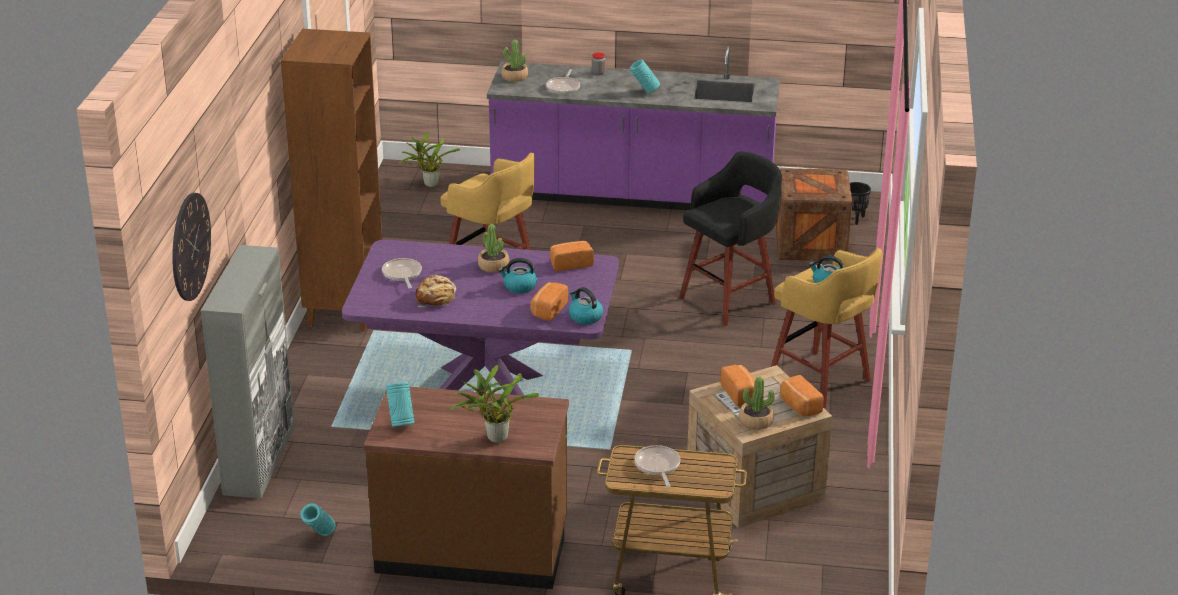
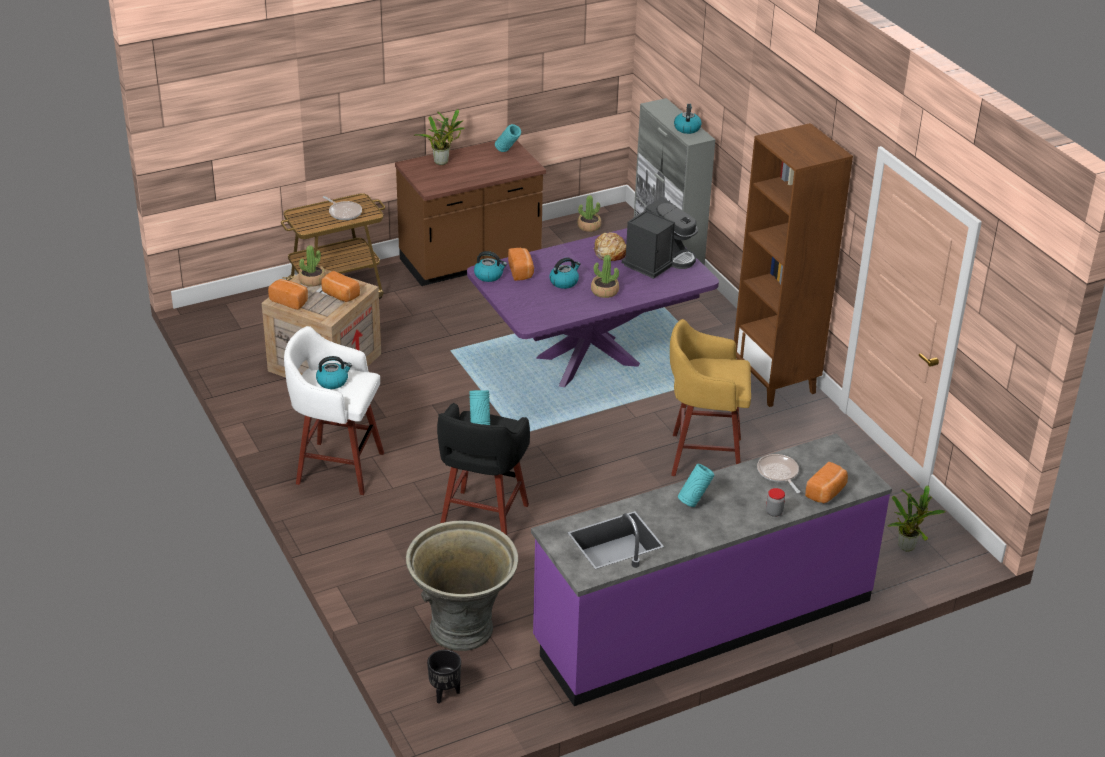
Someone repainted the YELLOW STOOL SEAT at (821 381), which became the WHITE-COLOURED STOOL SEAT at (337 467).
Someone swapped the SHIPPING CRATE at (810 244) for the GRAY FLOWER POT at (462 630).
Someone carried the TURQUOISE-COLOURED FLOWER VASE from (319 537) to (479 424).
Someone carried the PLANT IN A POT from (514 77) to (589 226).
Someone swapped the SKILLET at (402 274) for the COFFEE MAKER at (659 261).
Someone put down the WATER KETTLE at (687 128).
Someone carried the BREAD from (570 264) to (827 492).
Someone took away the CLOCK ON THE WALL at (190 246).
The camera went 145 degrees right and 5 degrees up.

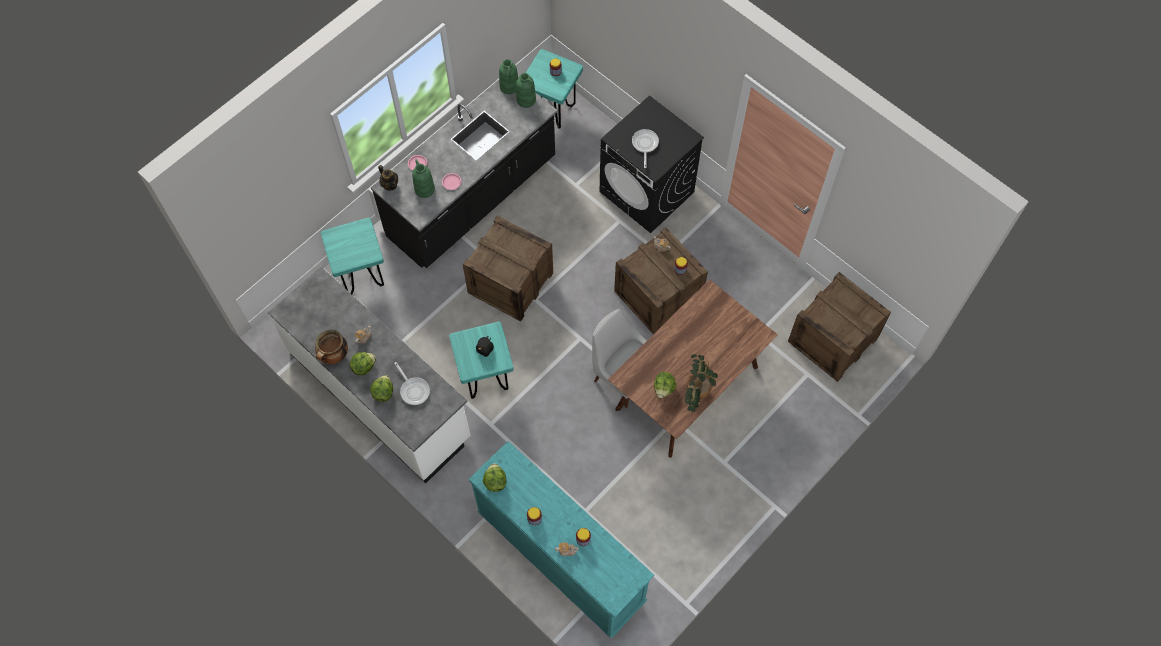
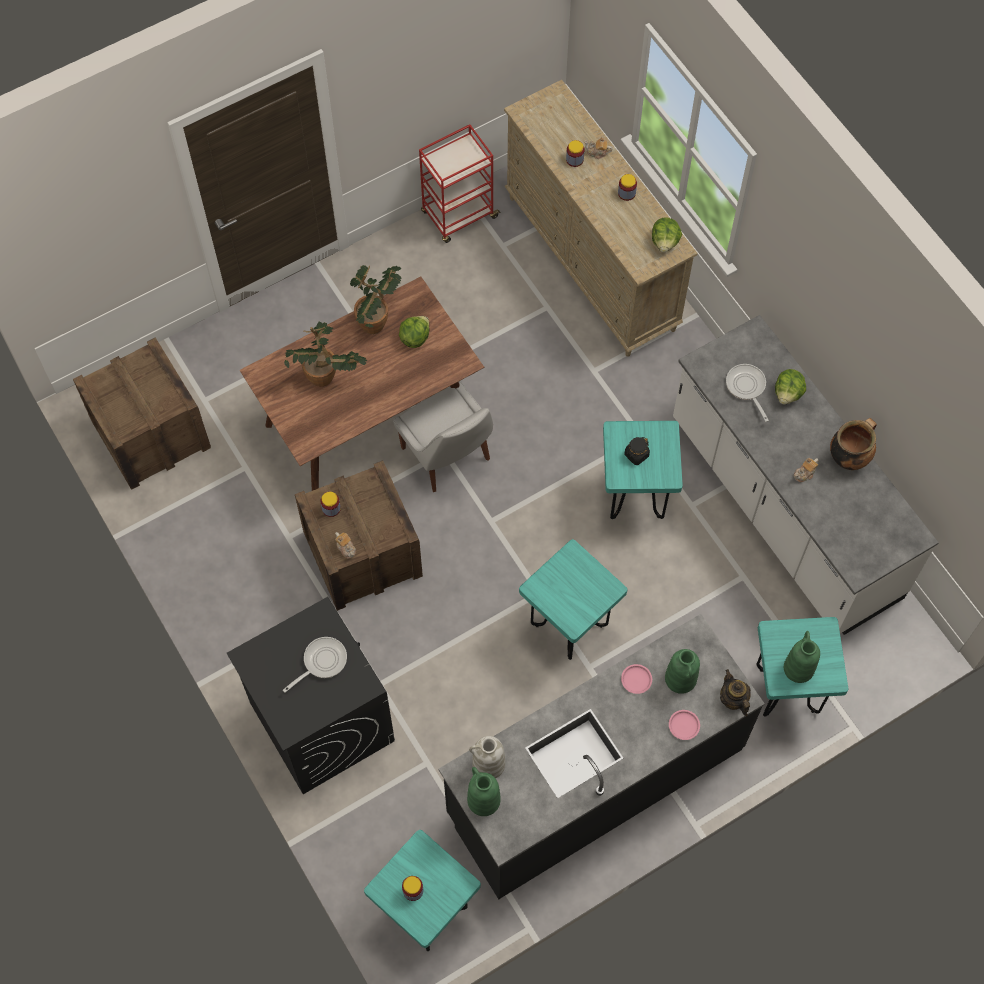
Someone rotated the SKILLET at (644 145) by 150 degrees counterclockwise.
Someone put down the PLANT IN A POT at (327 379).
Someone put down the RED-COLOURED TROLLEY at (458 215).
Someone put down the WHITE-COLOURED FLOWER VASE at (488 764).
Someone repainted the TURQUOISE-COLOURED DRESSER at (560 558), which became the BEIGE DRESSER at (591 264).
Someone swapped the SHIPPING CRATE at (510 283) for the TURQUOISE-COLOURED STOOL SEAT at (569 626).
Someone carried the GREEN FLOWER VASE from (509 86) to (798 668).
Someone took away the LETTUCE at (363 367).
The camera went 165 degrees left and 0 degrees up.

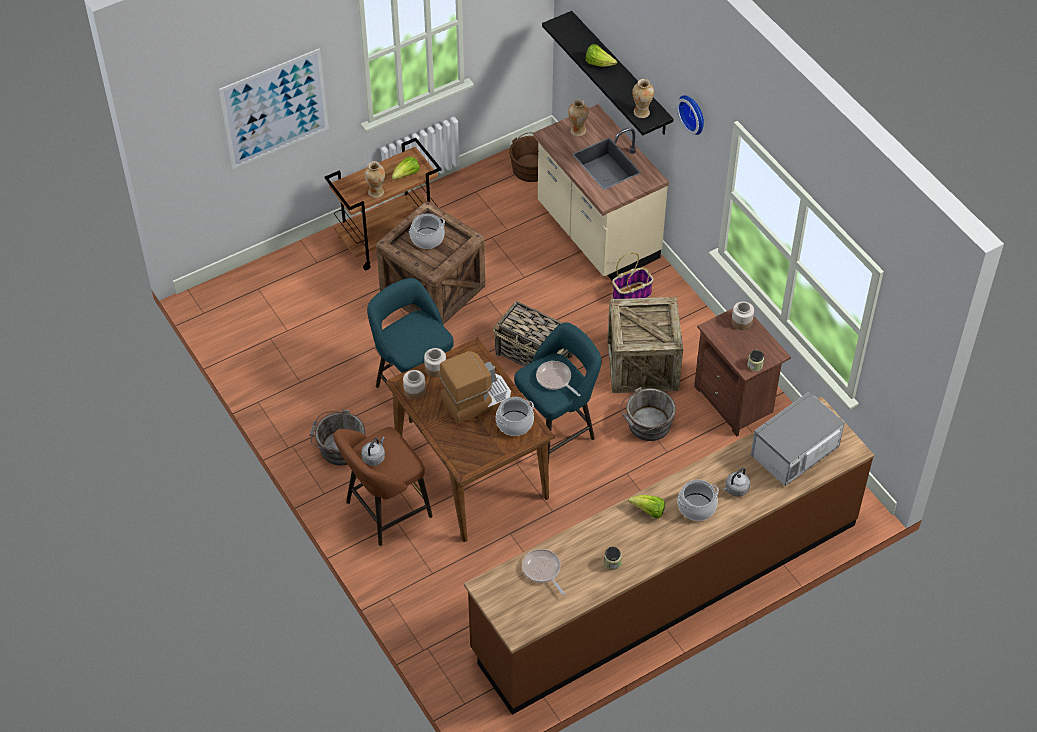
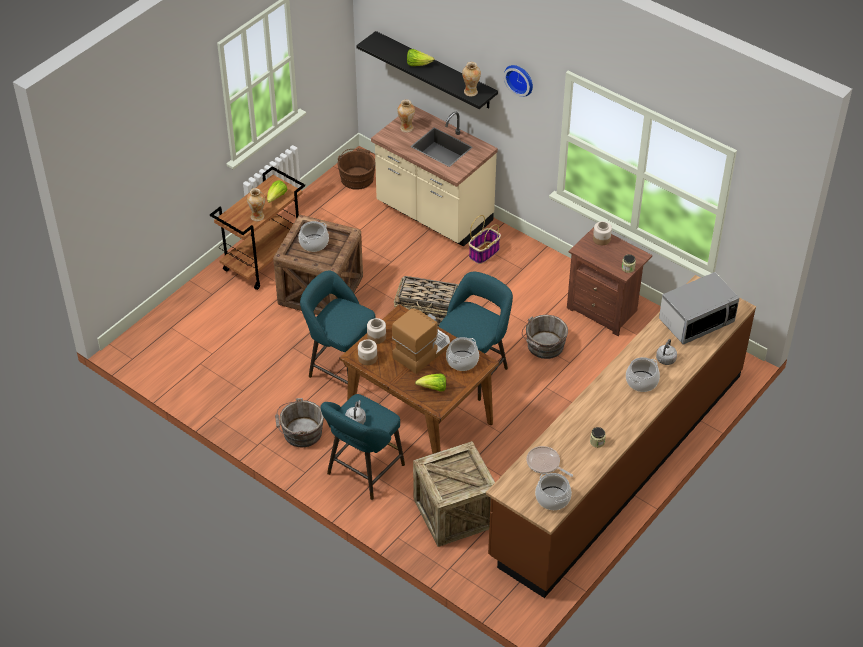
Someone repainted the BROWN STOOL SEAT at (384 512), which became the TURQUOISE-COLOURED STOOL SEAT at (363 472).
Someone carried the SHIPPING CRATE from (642 365) to (454 513).
Someone carried the LETTUCE from (648 511) to (433 388).
Someone put down the SAUCEPOT at (552 498).
Someone rotated the MICROWAVE OVEN at (794 453) by 150 degrees counterclockwise.
Someone took away the PICTURE at (275 109).
Someone took away the SKILLET at (555 379).
The camera went 20 degrees left and 5 degrees down.

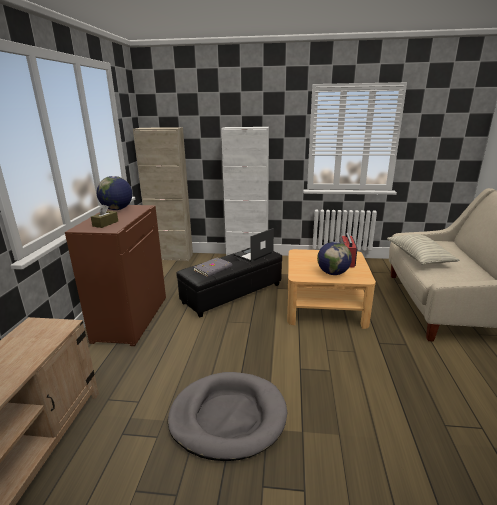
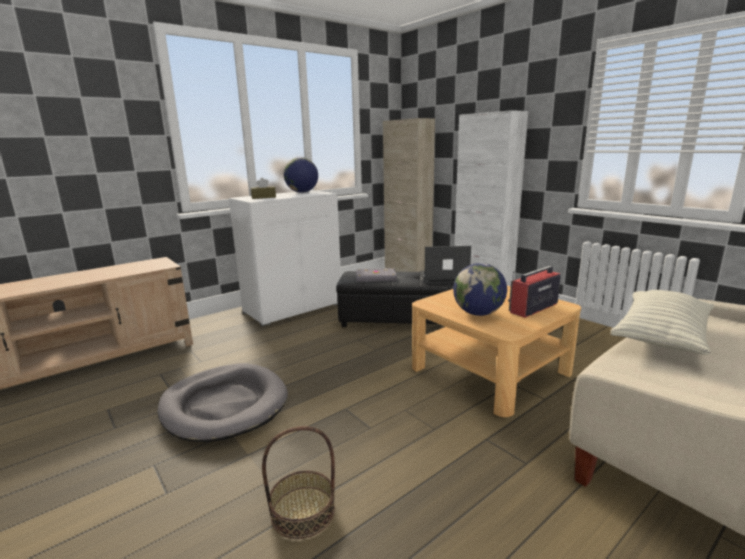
Someone repainted the BROWN CABINET at (130 318), which became the WHITE-COLOURED CABINET at (293 307).
Someone put down the HOUSEHOLD BASKET at (303 511).
The camera went 45 degrees right and 5 degrees down.

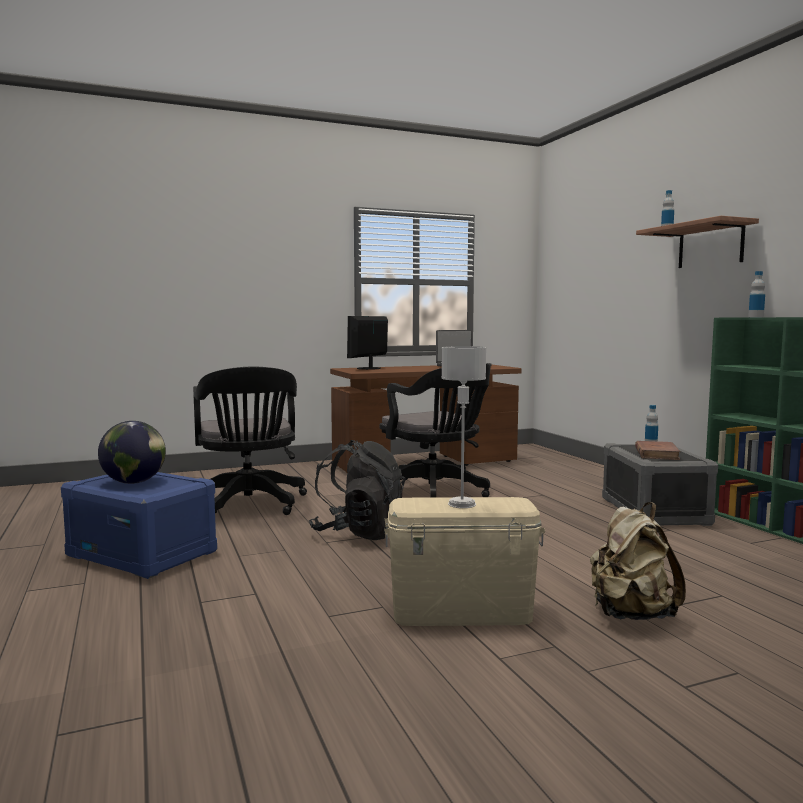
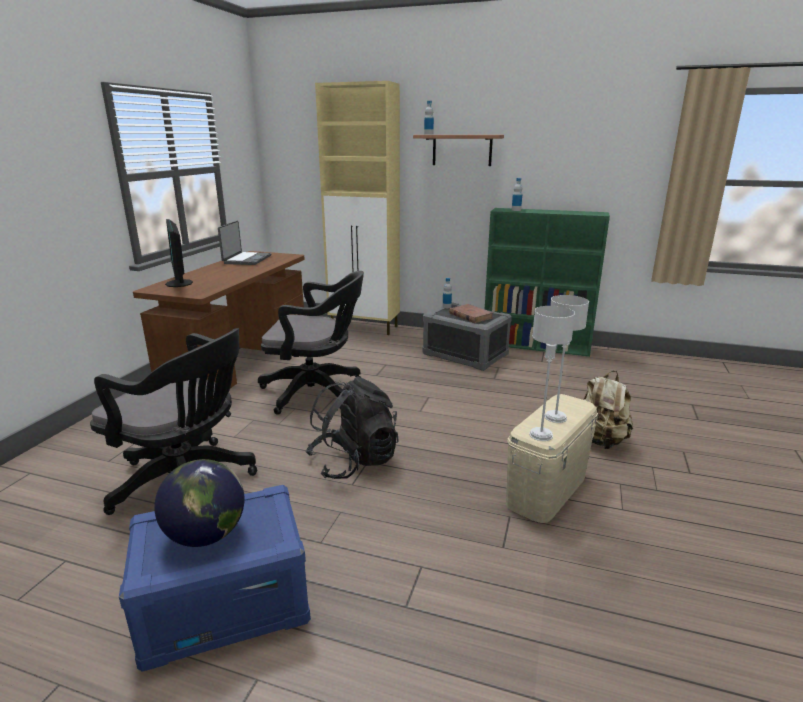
Someone put down the BEIGE CABINET at (365 327).
Someone put down the GRAY TABLETOP LAMP at (541 434).
The camera went 50 degrees left and 15 degrees up.

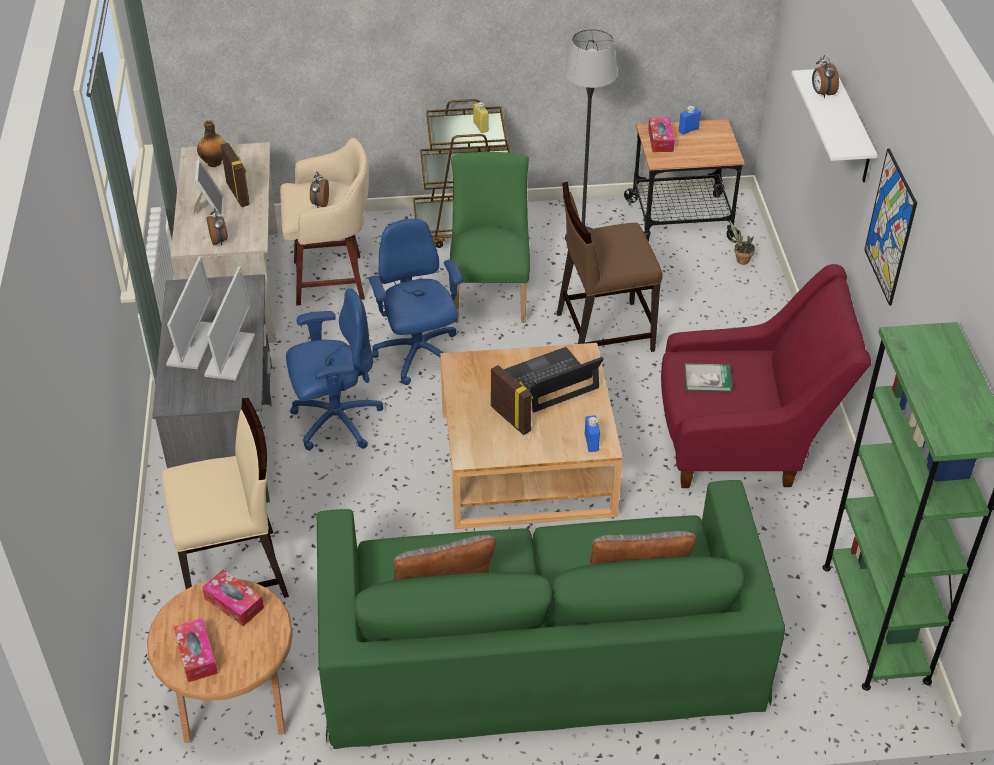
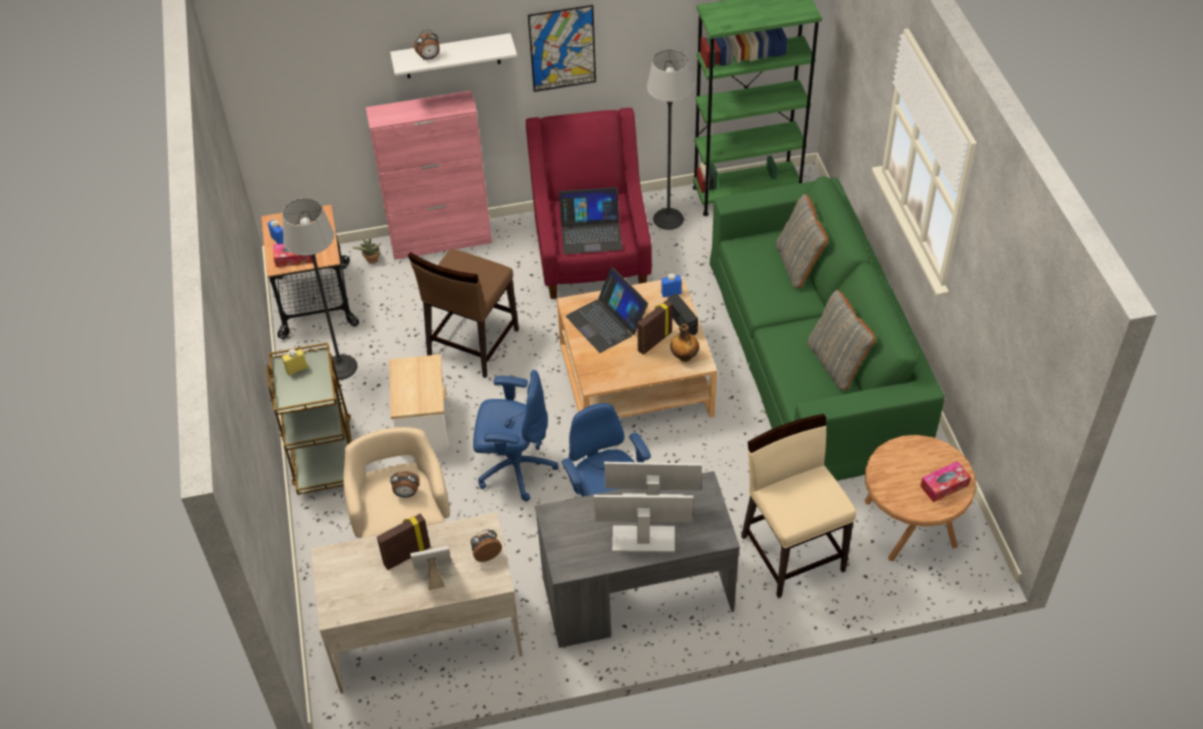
Someone put down the PINK-COLOURED CABINET at (441 240).
Someone swapped the GREEN PLAIN CHAIR at (490 293) for the END TABLE at (424 426).
Someone rotated the BROWN PLAIN CHAIR at (603 331) by 45 degrees clockwise.
Someone rotated the BLUE-COLOURED OFFICE CHAIR at (418 355) by 150 degrees counterclockwise.
Someone swapped the VOLUME at (707 379) for the NOTEBOOK COMPUTER at (591 233).
Someone put down the STANDARD LAMP at (668 219).
Someone put down the RADIO at (682 322).
Someone carried the DRINK BOTTLE from (215 163) to (684 356).
Someone took away the BOX OF TISSUES at (234 603).
The camera went 95 degrees left and 5 degrees up.

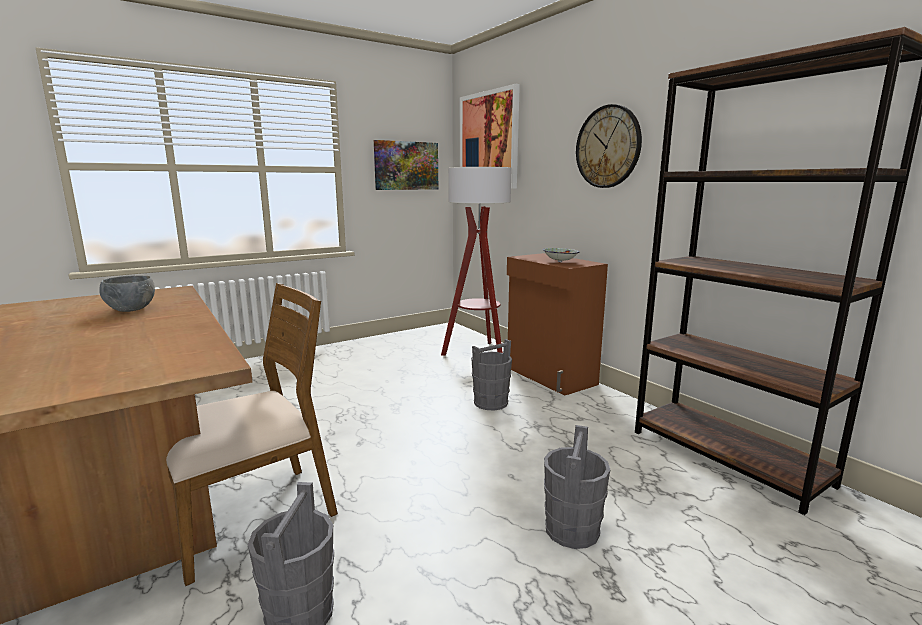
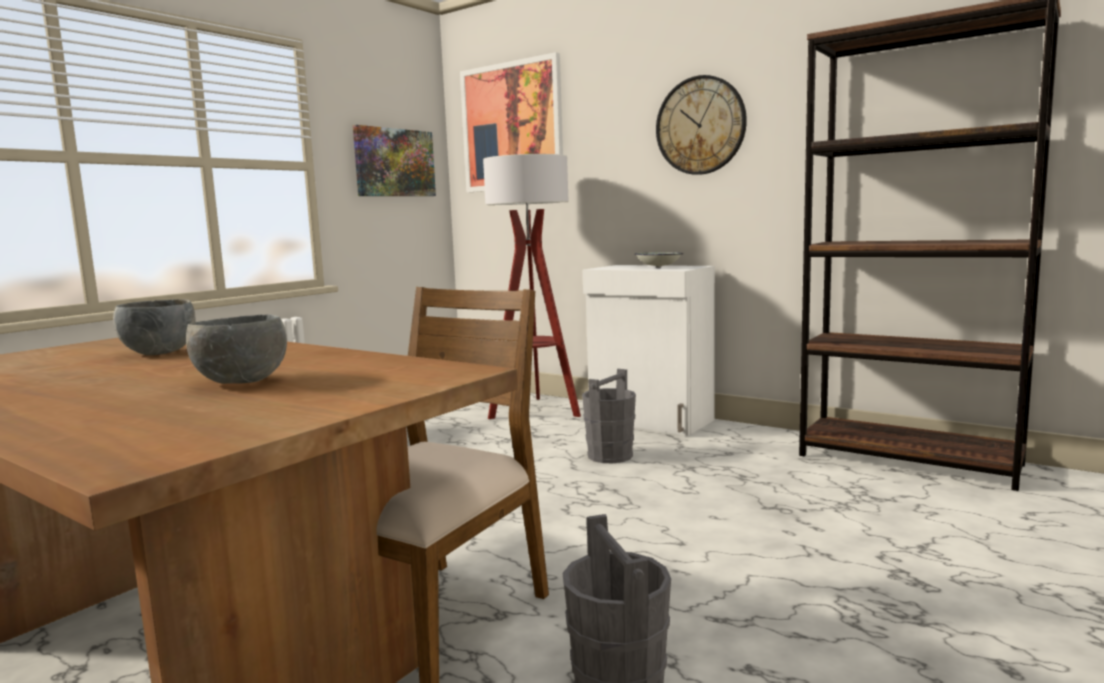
Someone put down the GRAY DEEP DISH at (243 382).
Someone repainted the BROWN CABINET at (550 376), which became the WHITE-COLOURED CABINET at (650 420).
Someone took away the GRAY PAIL at (571 530).
The camera went 20 degrees left and 5 degrees down.

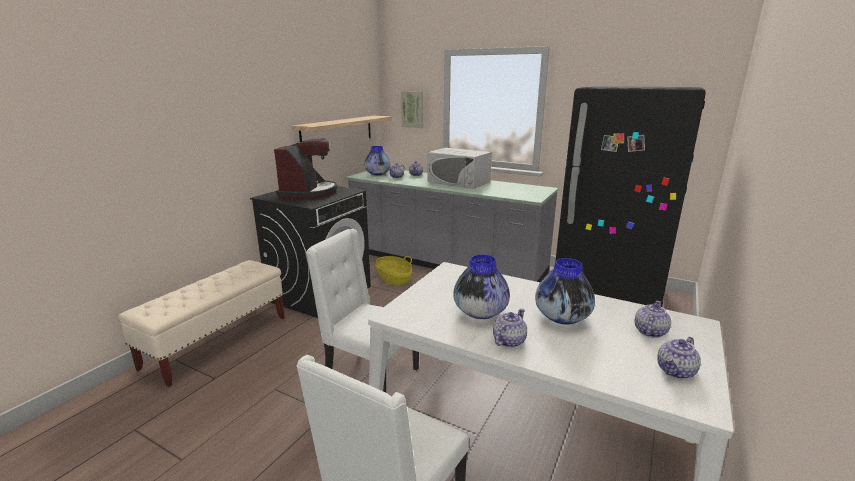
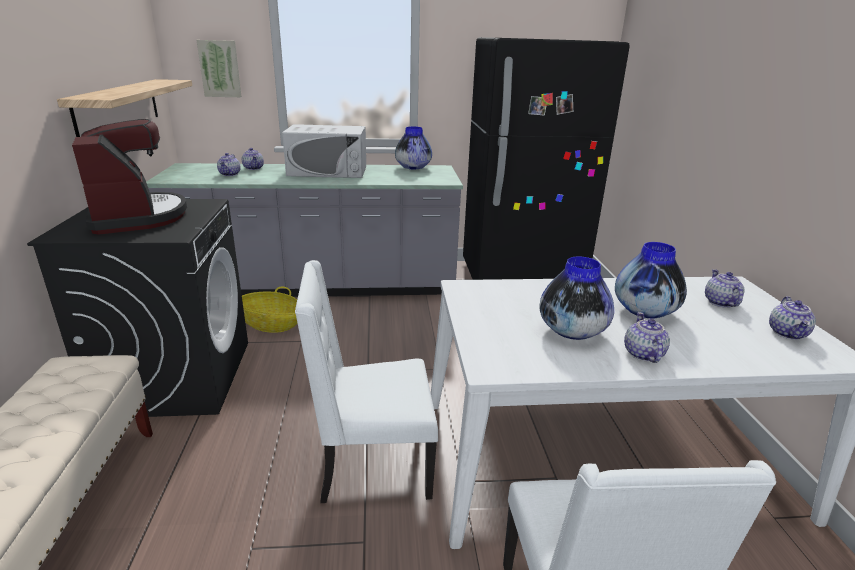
Someone carried the FLOWER VASE from (378 174) to (413 168).
The camera went 35 degrees left and 5 degrees up.

